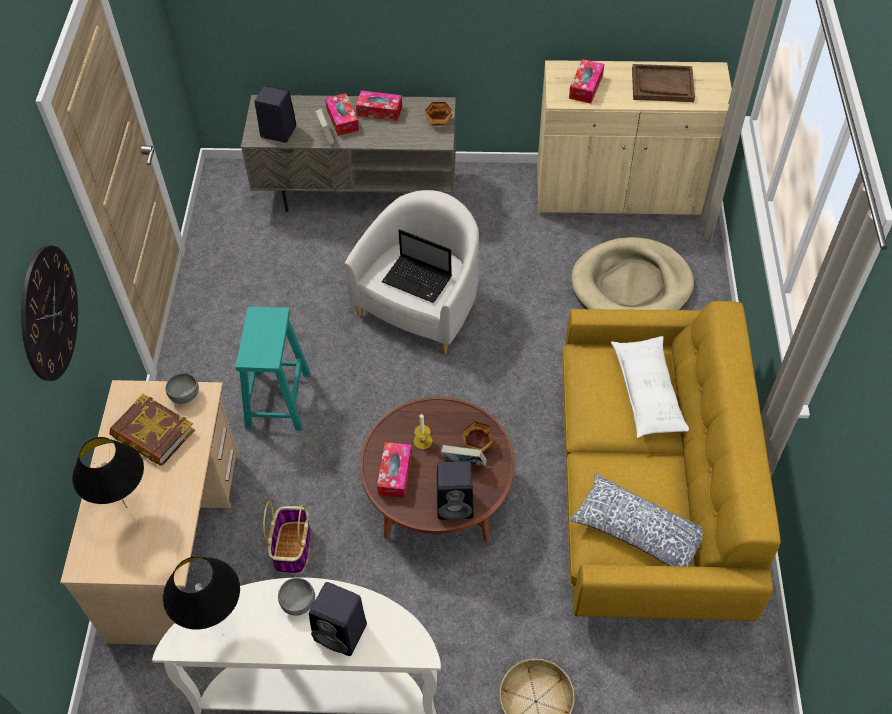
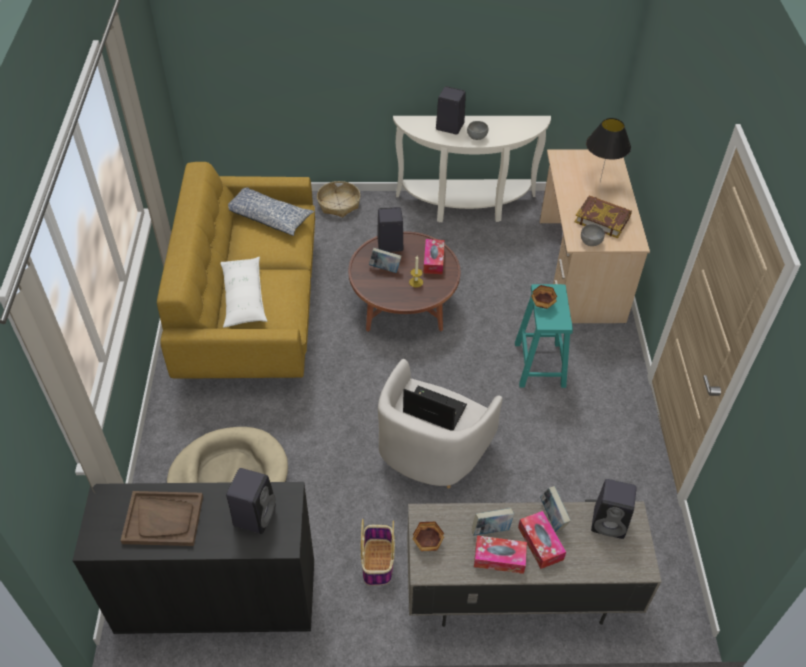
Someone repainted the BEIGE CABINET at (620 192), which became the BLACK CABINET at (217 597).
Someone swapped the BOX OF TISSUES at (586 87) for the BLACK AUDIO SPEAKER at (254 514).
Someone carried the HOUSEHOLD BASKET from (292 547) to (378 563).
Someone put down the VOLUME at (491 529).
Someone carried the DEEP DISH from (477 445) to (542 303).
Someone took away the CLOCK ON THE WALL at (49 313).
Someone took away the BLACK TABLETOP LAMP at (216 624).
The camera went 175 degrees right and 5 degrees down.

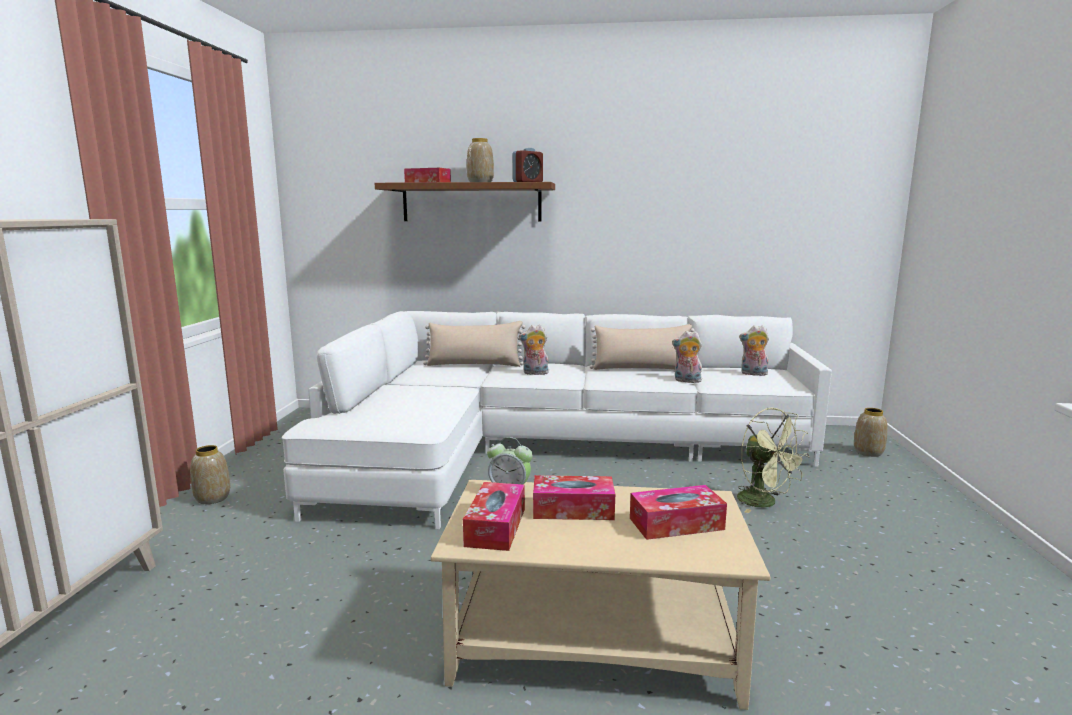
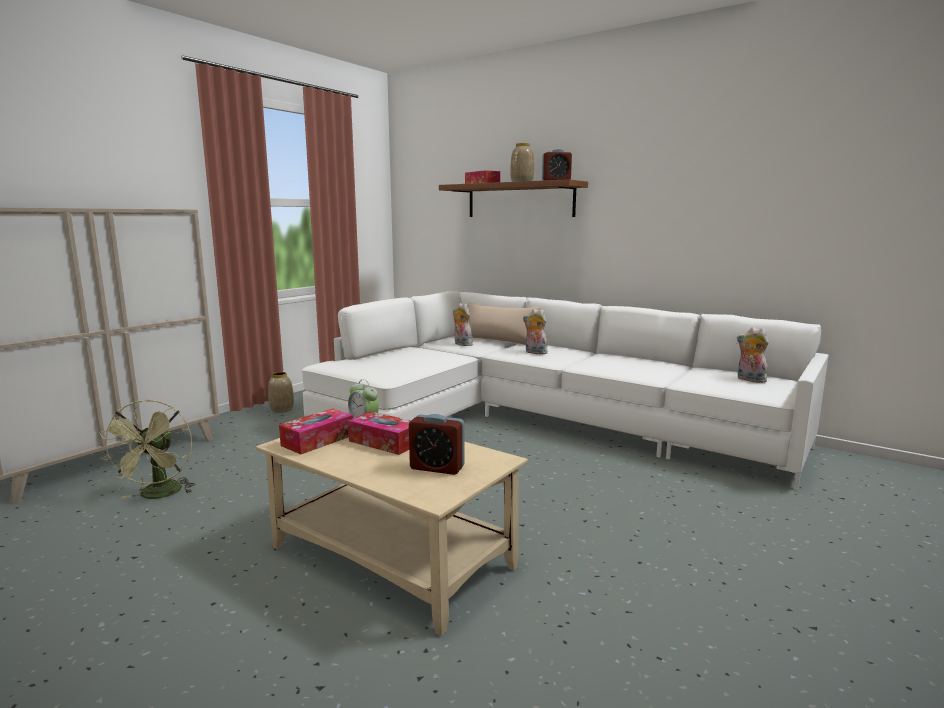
Someone carried the GREEN FAN from (764 503) to (159 495).
Someone swapped the BOX OF TISSUES at (676 524) for the ALARM CLOCK at (437 467).
Someone carried the PLUSH TOY from (686 381) to (461 344).
Someone took away the BEIGE CUSHION at (641 369).
Someone took away the FLOWER VASE at (867 452).
The camera went 30 degrees right and 0 degrees up.

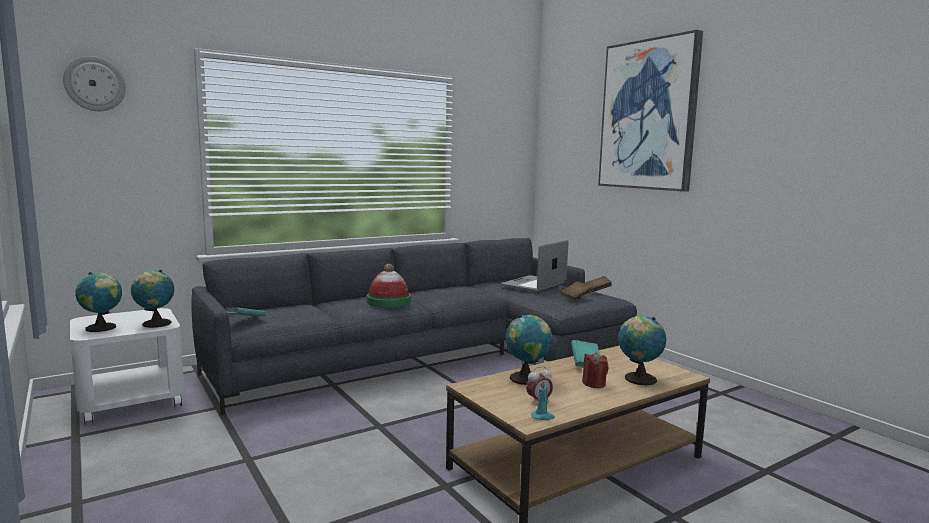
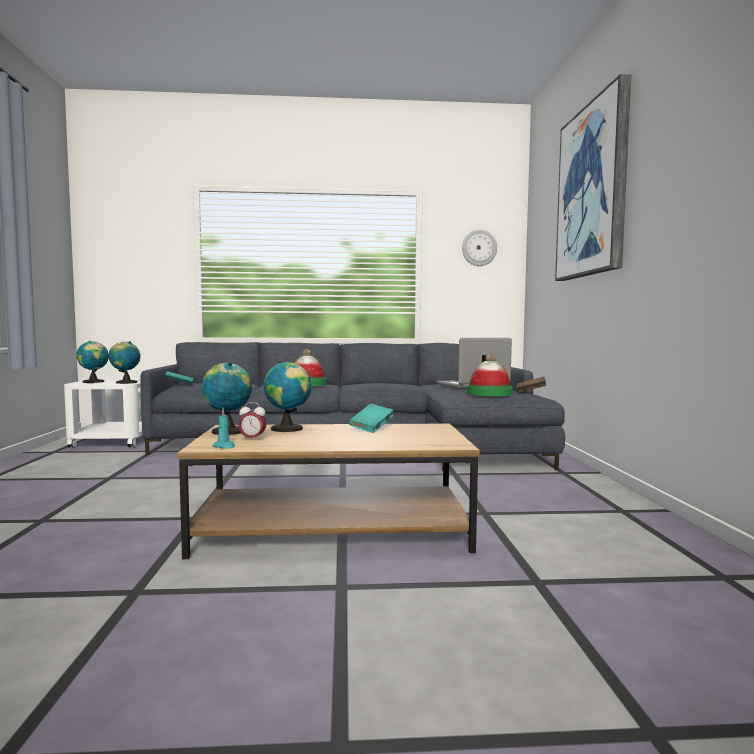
Someone carried the GLOBE from (638 379) to (227 431).
Someone carried the CLOCK ON THE WALL from (95 84) to (479 248).
Someone swapped the BROWN VOLUME at (575 298) for the HAT at (489 393).
Someone took away the RED-COLOURED CANDLE at (594 383).
The camera went 30 degrees right and 5 degrees down.

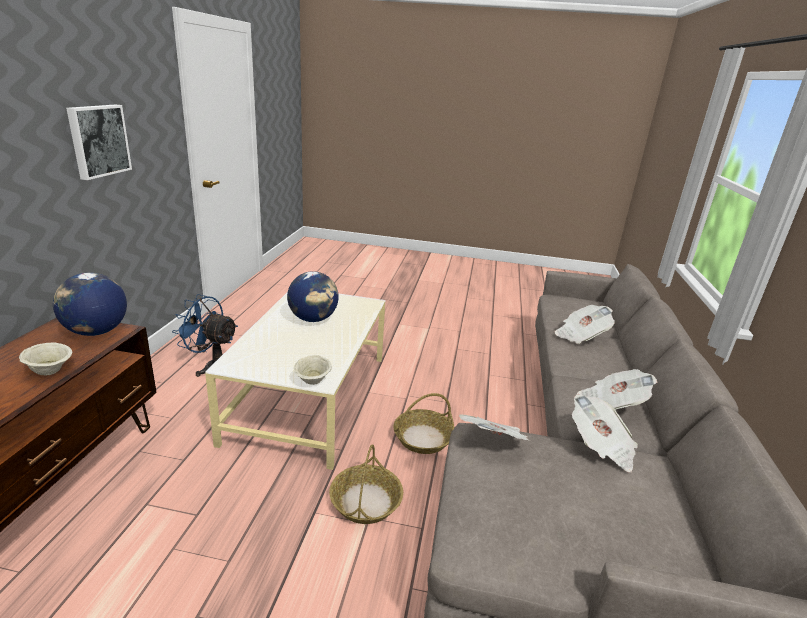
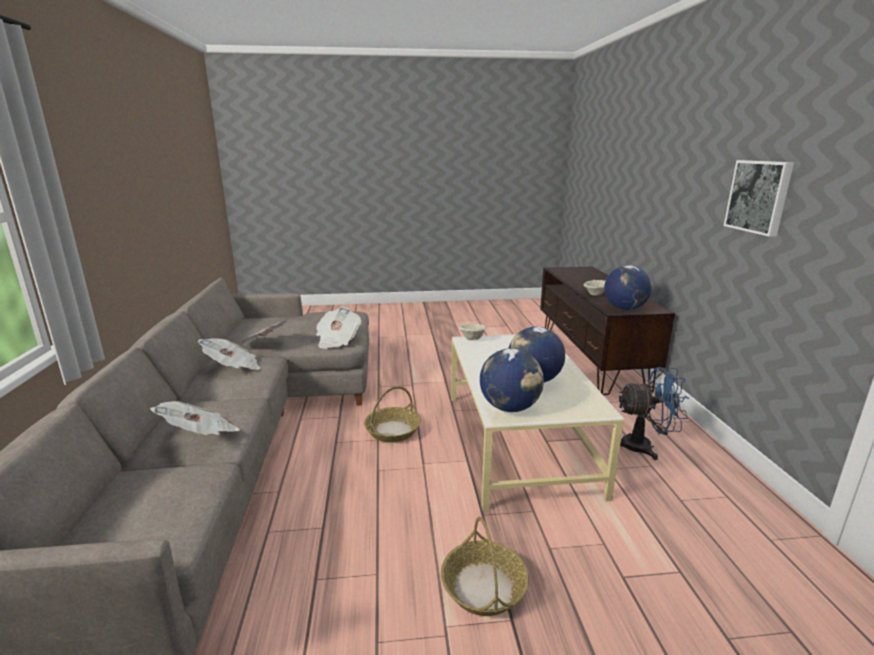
Someone carried the HOUSEHOLD BASKET from (365 501) to (484 587).
Someone put down the GLOBE at (510 408).
The camera went 165 degrees right and 5 degrees down.

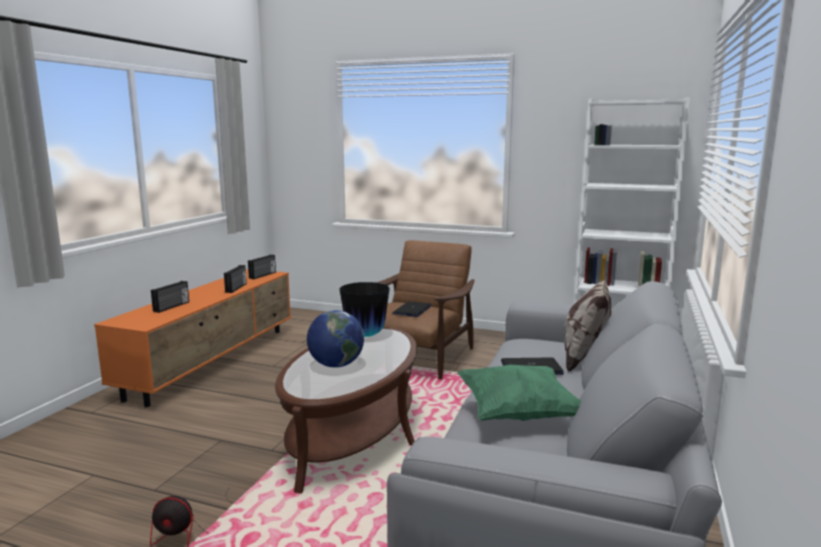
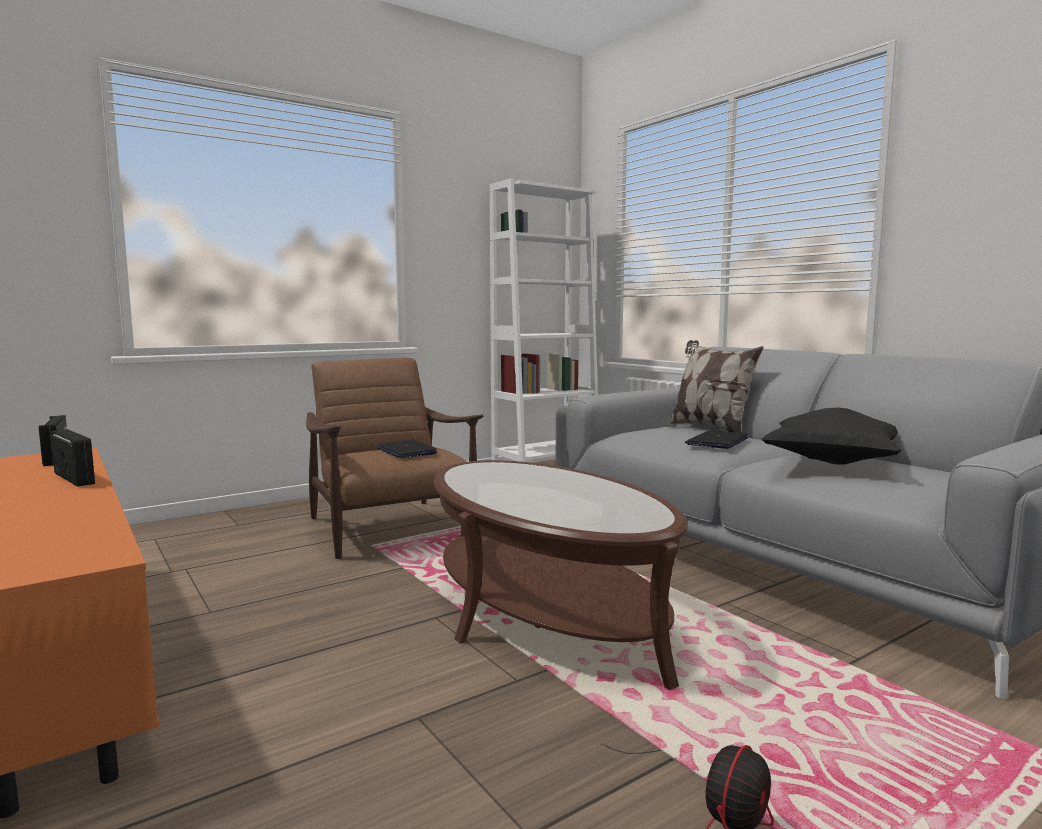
Someone repainted the GREEN CUSHION at (518 414), which became the BLACK CUSHION at (831 463).
Someone took away the RADIO at (172 307).
Someone took away the GLOBE at (336 365).
Someone took away the FLOWER VASE at (365 335).
The camera went 55 degrees left and 5 degrees down.

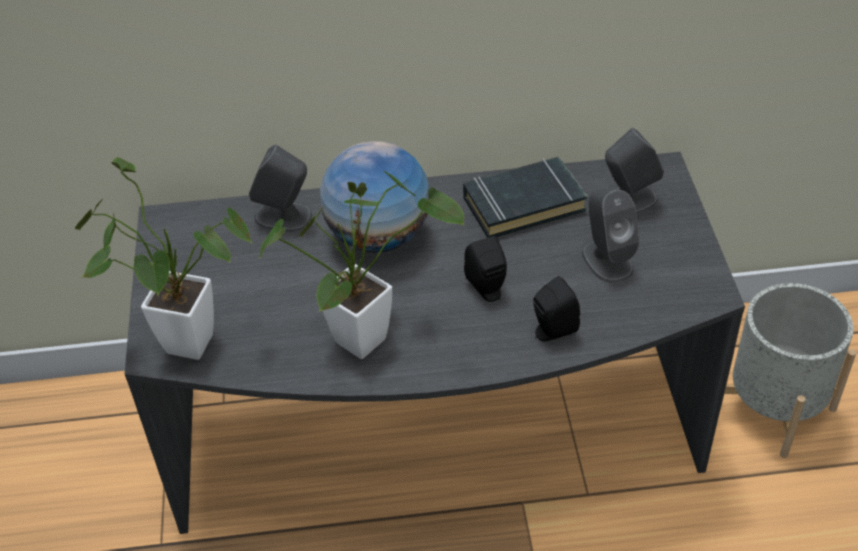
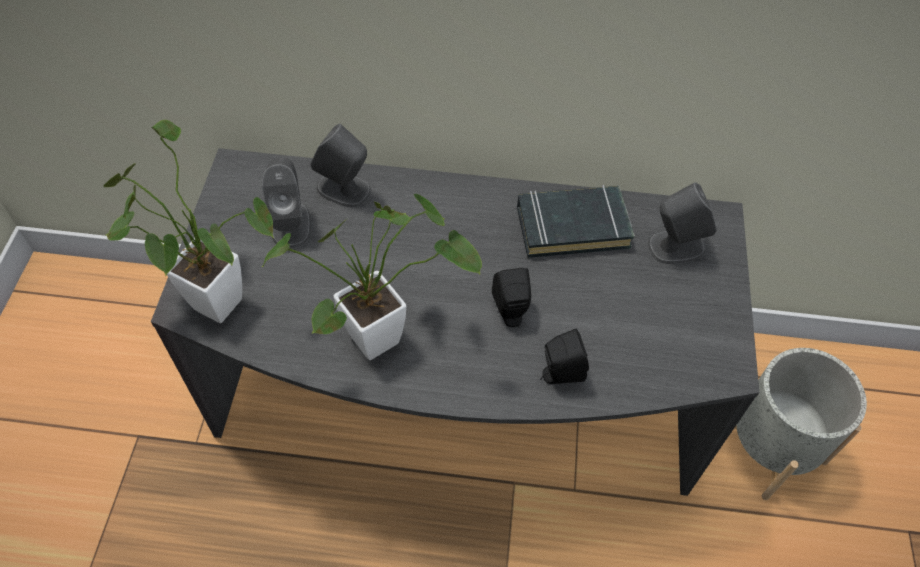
Someone carried the GRAY AUDIO SPEAKER from (607 261) to (290 224).
Someone took away the GLOBE at (378 237).
The camera went 10 degrees right and 10 degrees up.

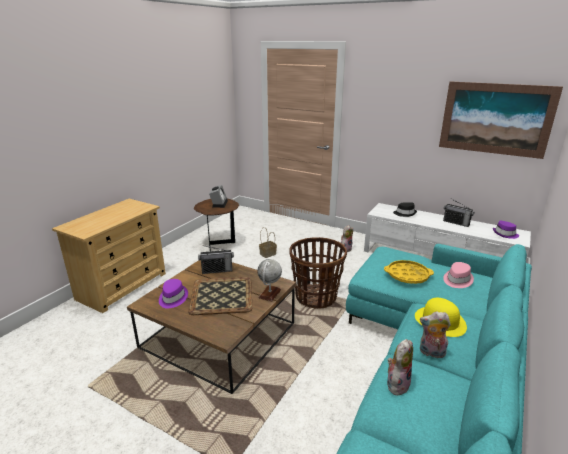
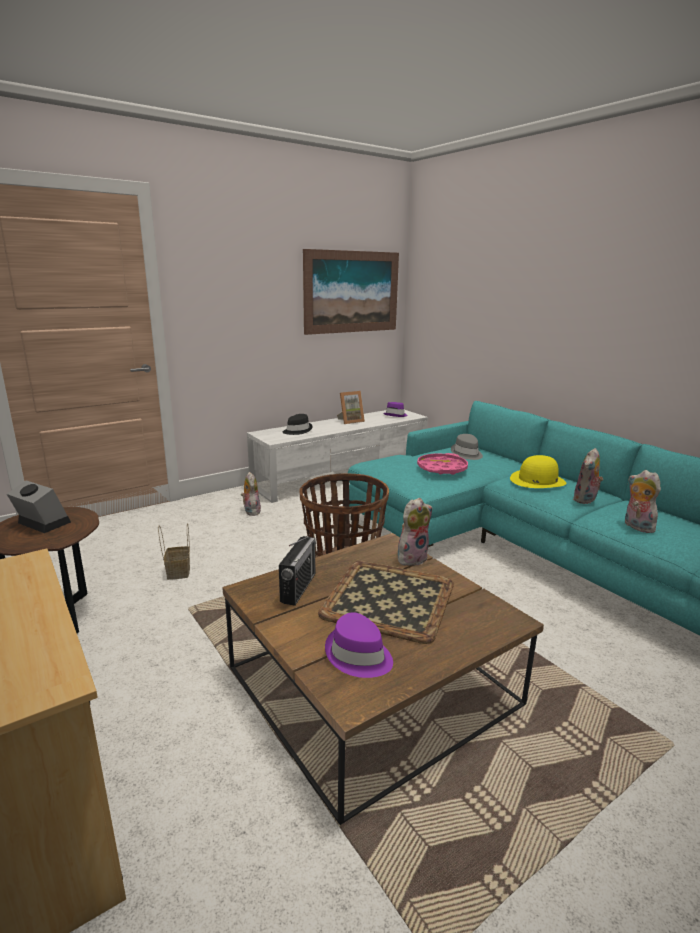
Someone swapped the RADIO at (456 223) for the PHOTO FRAME at (350 421).
Someone swapped the GLOBE at (269 294) for the PLUSH TOY at (412 558).
Someone repainted the YELLOW SERVING TRAY at (407 275), which became the PINK-COLOURED SERVING TRAY at (441 468).
Someone repainted the PINK-COLOURED HAT at (457 280), which became the GRAY HAT at (466 454).
The camera went 65 degrees left and 5 degrees down.

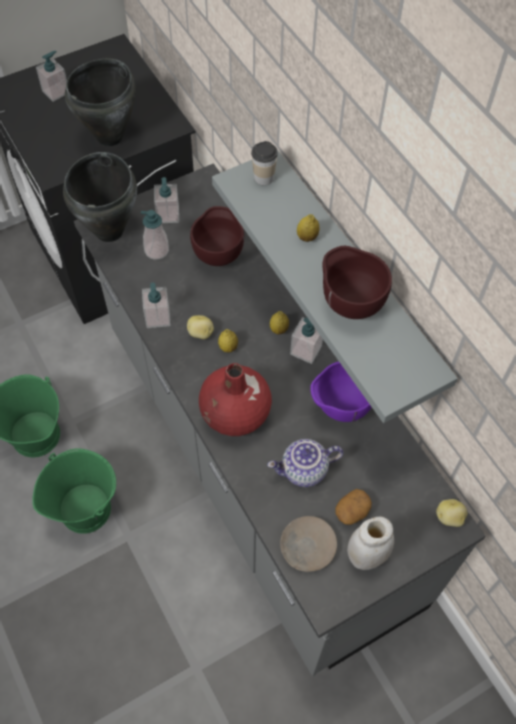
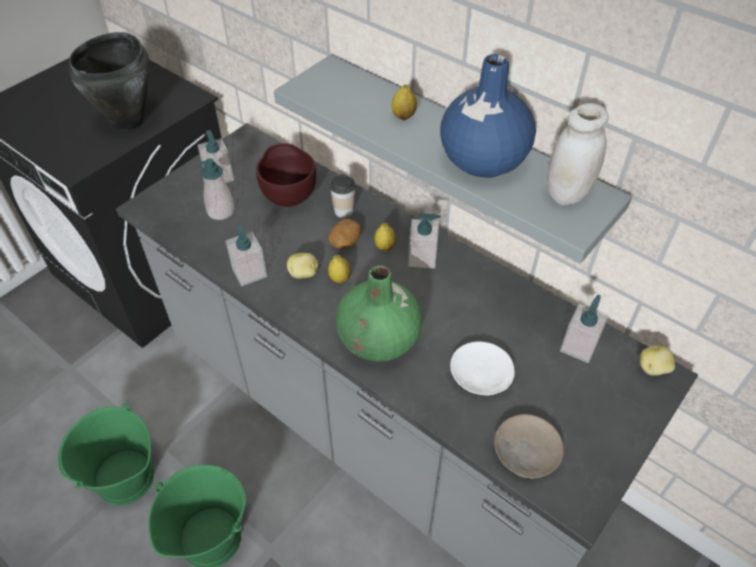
Someone carried the WHOLE POTATO from (352 511) to (345 242).
Someone carried the CUP from (263 178) to (344 211).
Someone repainted the RED-COLOURED FLOWER VASE at (236 413), which became the GREEN FLOWER VASE at (379 340).
Someone swapped the BROWN DEEP DISH at (350 303) for the BLUE-COLOURED FLOWER VASE at (482 160).
Someone swapped the TEAPOT at (304 471) for the WHITE-COLOURED FLAT DISH at (481 373).
Someone carried the WHITE-COLOURED JAR from (366 556) to (567 194).
Someone carried the LIQUID SOAP BOTTLE from (56 92) to (578 346).
Someone took away the BLACK SAUCEPOT at (110 230).
Someone took away the PURPLE-COLOURED DEEP DISH at (339 407).
The camera went 20 degrees left and 10 degrees down.

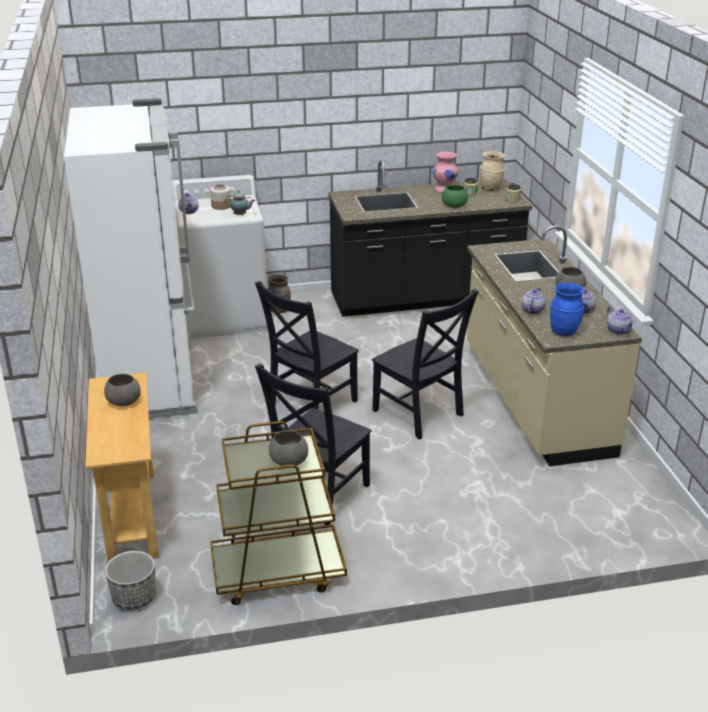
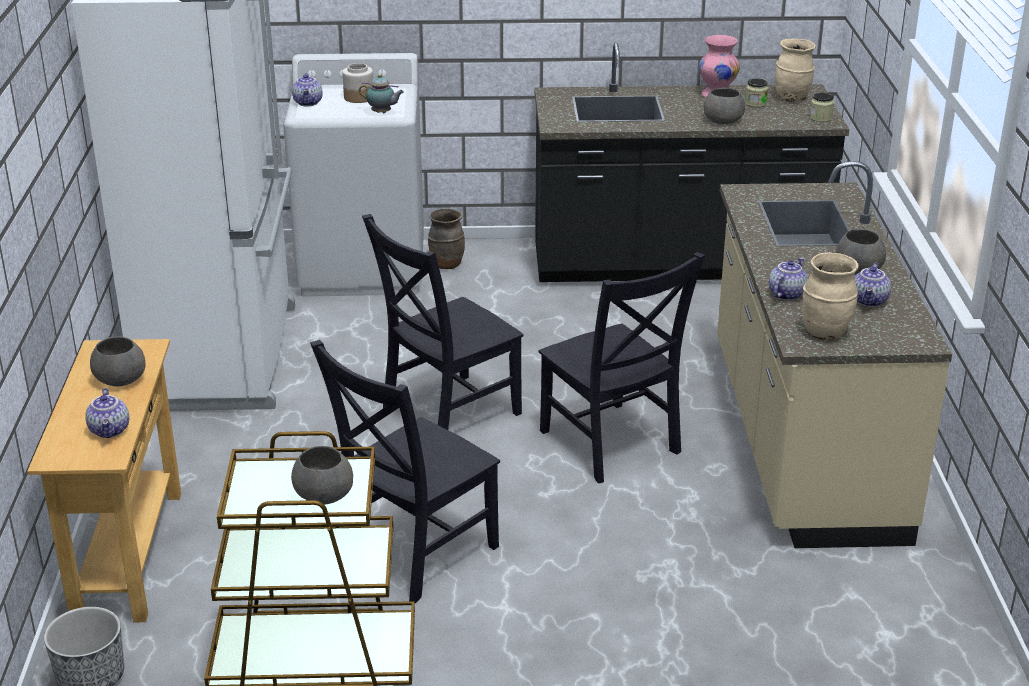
Someone carried the TEAPOT from (619 330) to (110 430).
Someone repainted the GREEN DEEP DISH at (453 205), which became the GRAY DEEP DISH at (722 120).
Someone repainted the BLUE-COLOURED FLOWER VASE at (563 331), which became the BEIGE FLOWER VASE at (825 332).
The camera went 10 degrees right and 0 degrees up.

